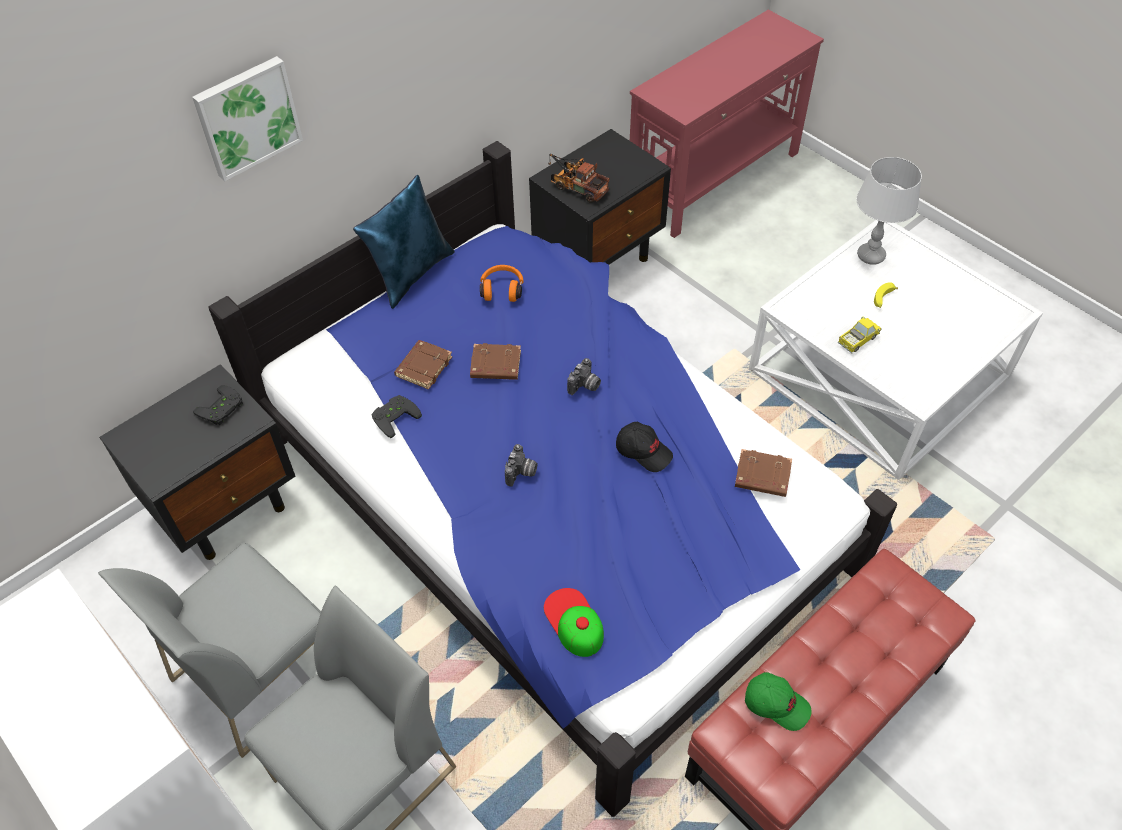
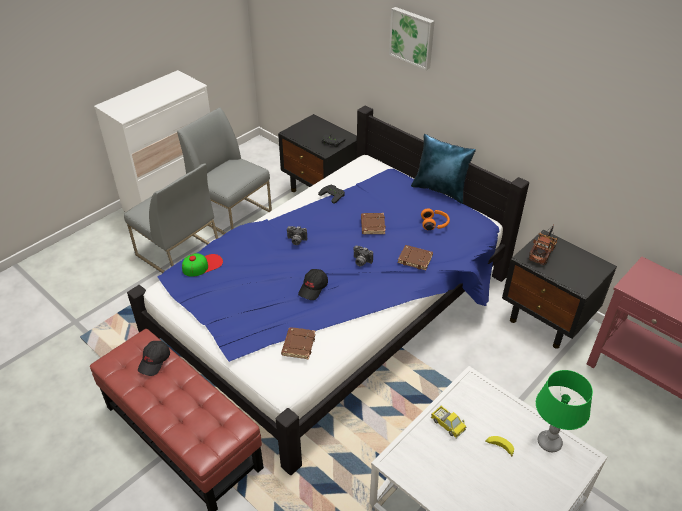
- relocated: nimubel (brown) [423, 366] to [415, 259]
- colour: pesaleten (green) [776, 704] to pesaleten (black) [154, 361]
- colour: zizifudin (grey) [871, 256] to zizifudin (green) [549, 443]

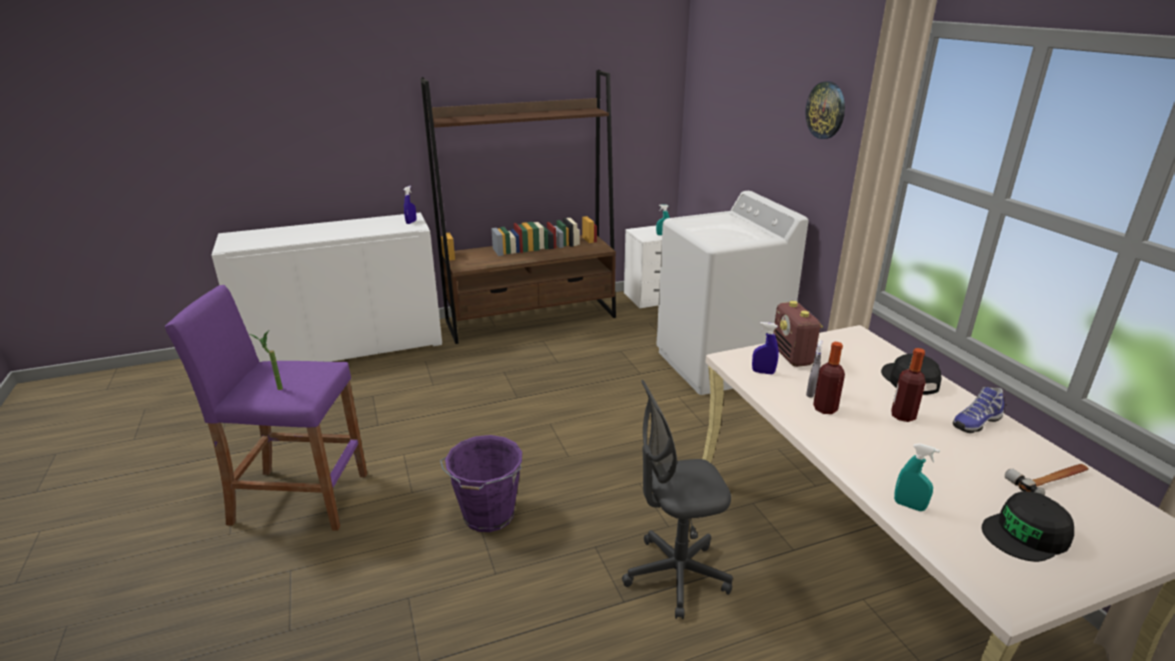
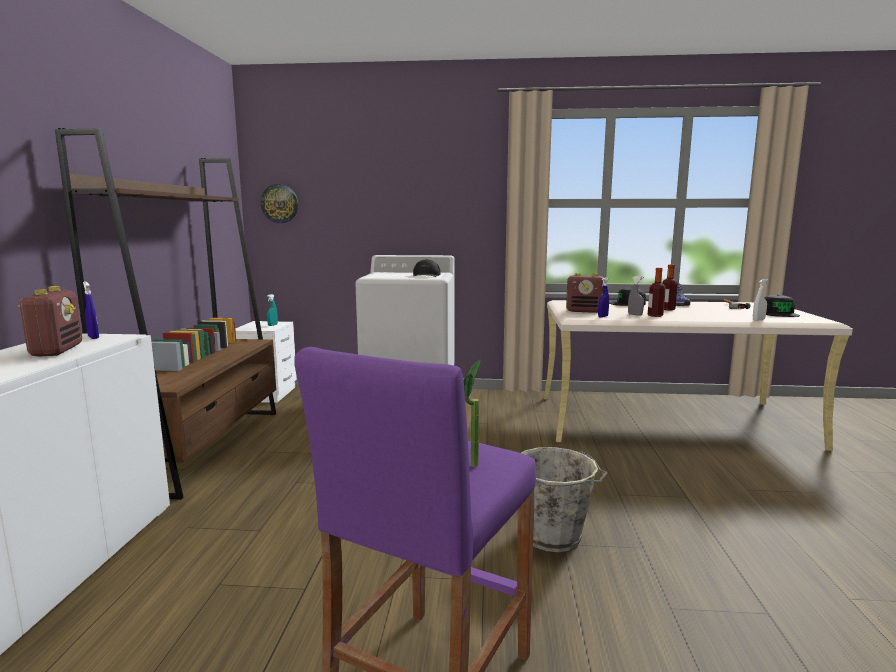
- colour: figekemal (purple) [488, 516] to figekemal (grey) [554, 537]
- missing: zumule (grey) [676, 575]
- relocated: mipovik [826, 110] to [279, 203]
- colour: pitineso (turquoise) [909, 506] to pitineso (white) [758, 320]
- appeared: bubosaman [57, 351]
- appeared: pesaleten (black) [426, 275]

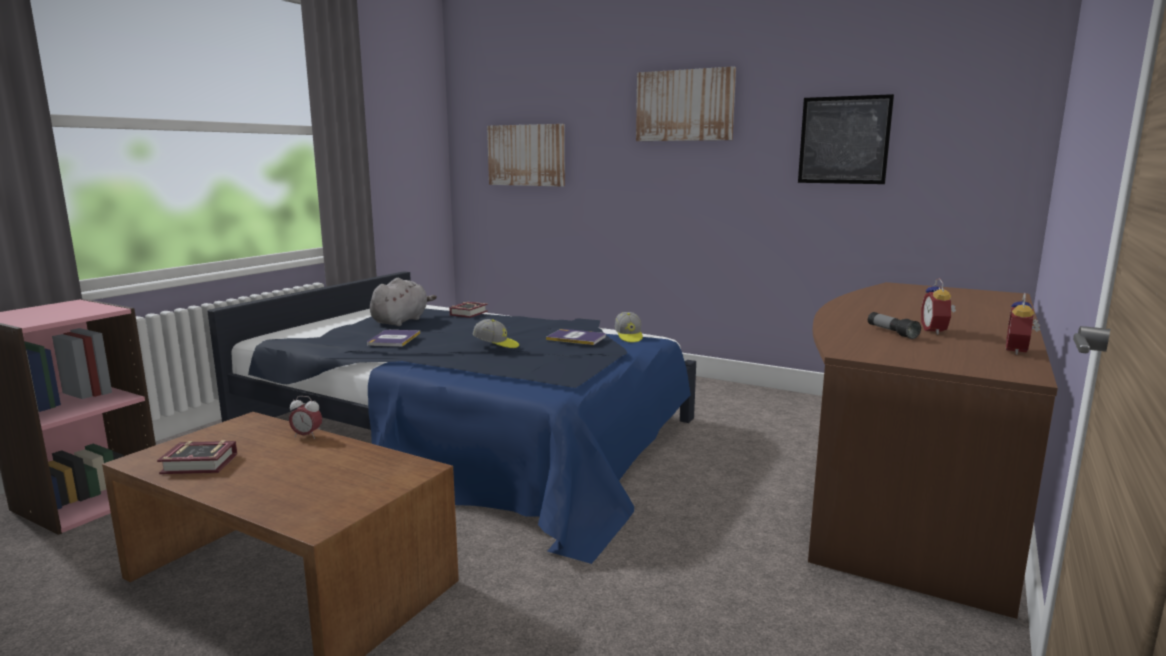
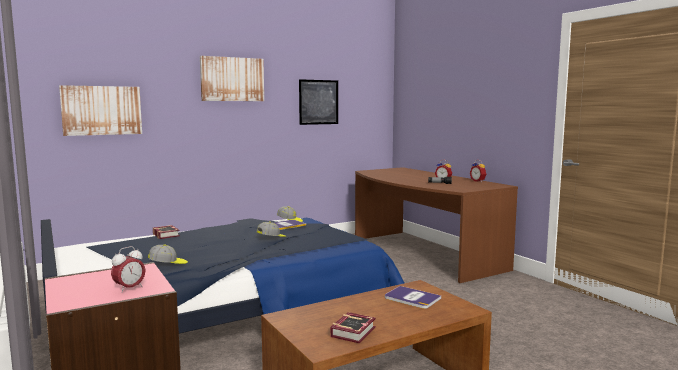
- relocated: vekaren [307, 436] to [129, 289]
- relocated: nimubel [393, 339] to [412, 298]
- missing: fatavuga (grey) [401, 321]
- appeared: pesaleten [168, 264]

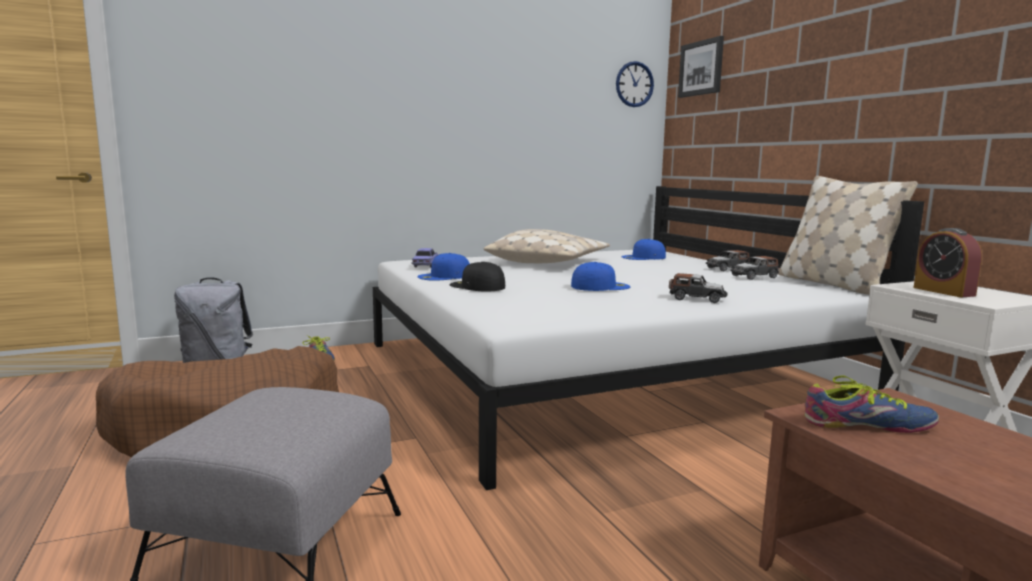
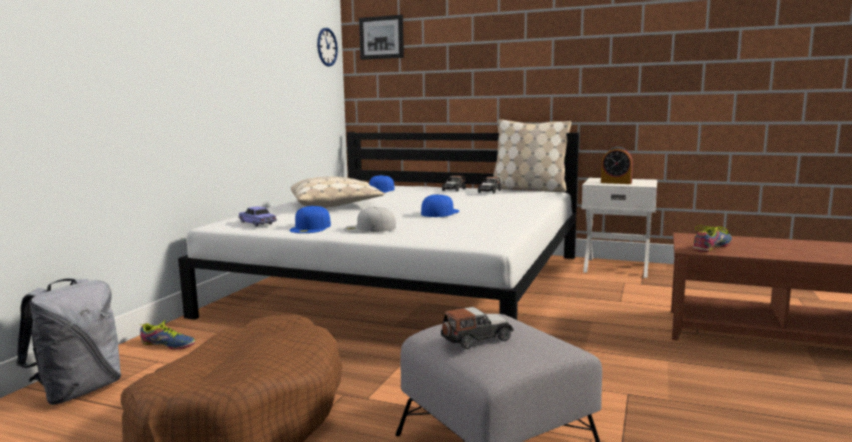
- colour: pesaleten (black) [476, 286] to pesaleten (white) [369, 228]
- relocated: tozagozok [697, 299] to [476, 338]

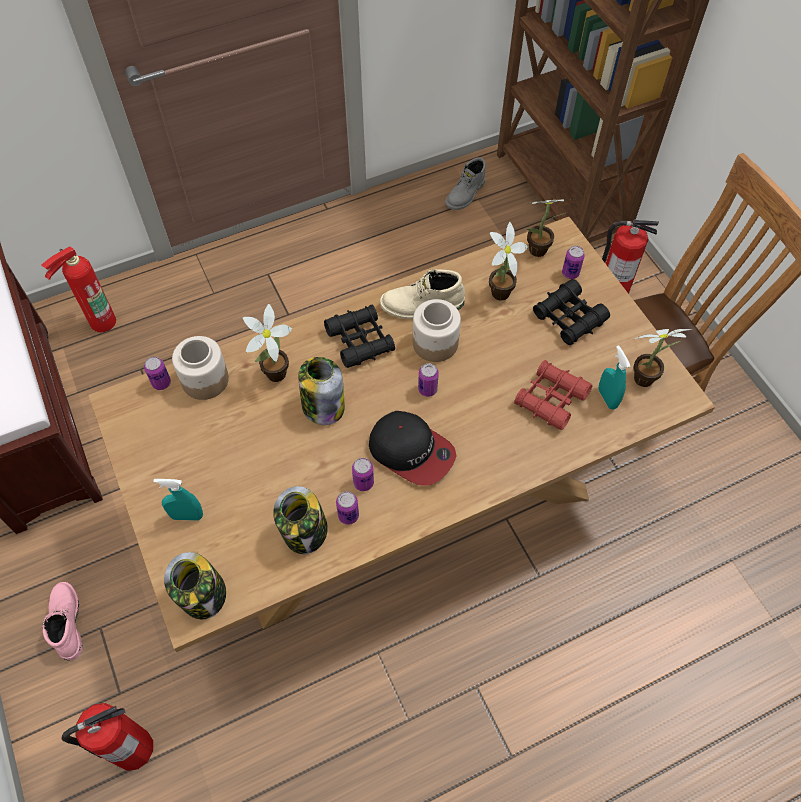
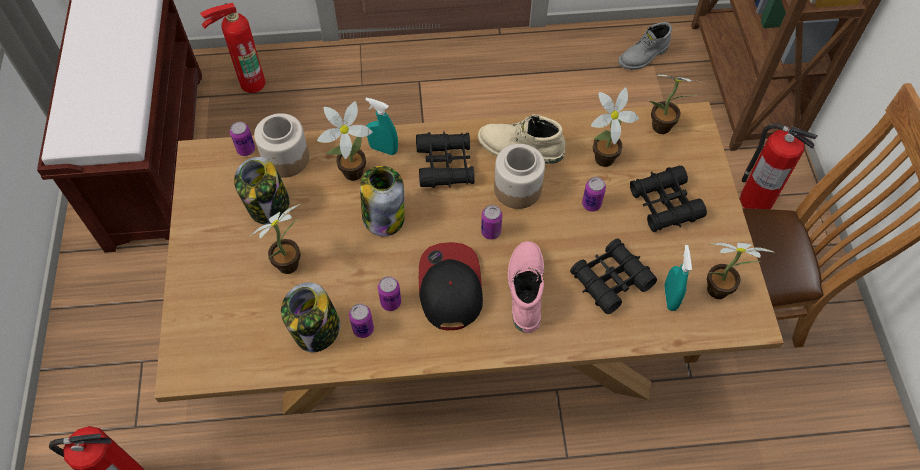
- relocated: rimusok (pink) [66, 622] to [524, 289]
- relocated: pitineso (turquoise) [187, 516] to [383, 149]
- relocated: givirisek [203, 595] to [268, 206]
- spun: pesaleten [411, 451] = [449, 287] 150 degrees counterclockwise
- colour: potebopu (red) [551, 399] to potebopu (black) [611, 280]
- relocated: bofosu [570, 273] to [591, 204]
- appeared: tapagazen [291, 263]

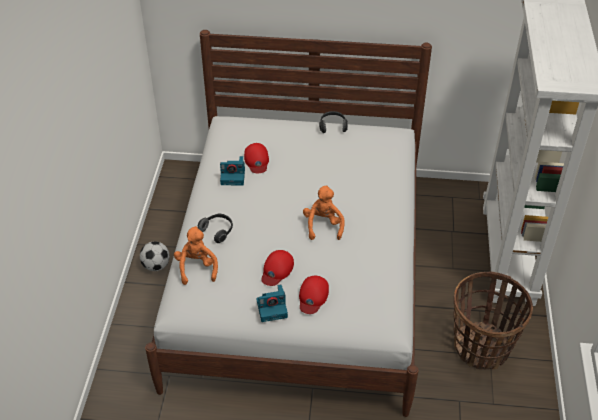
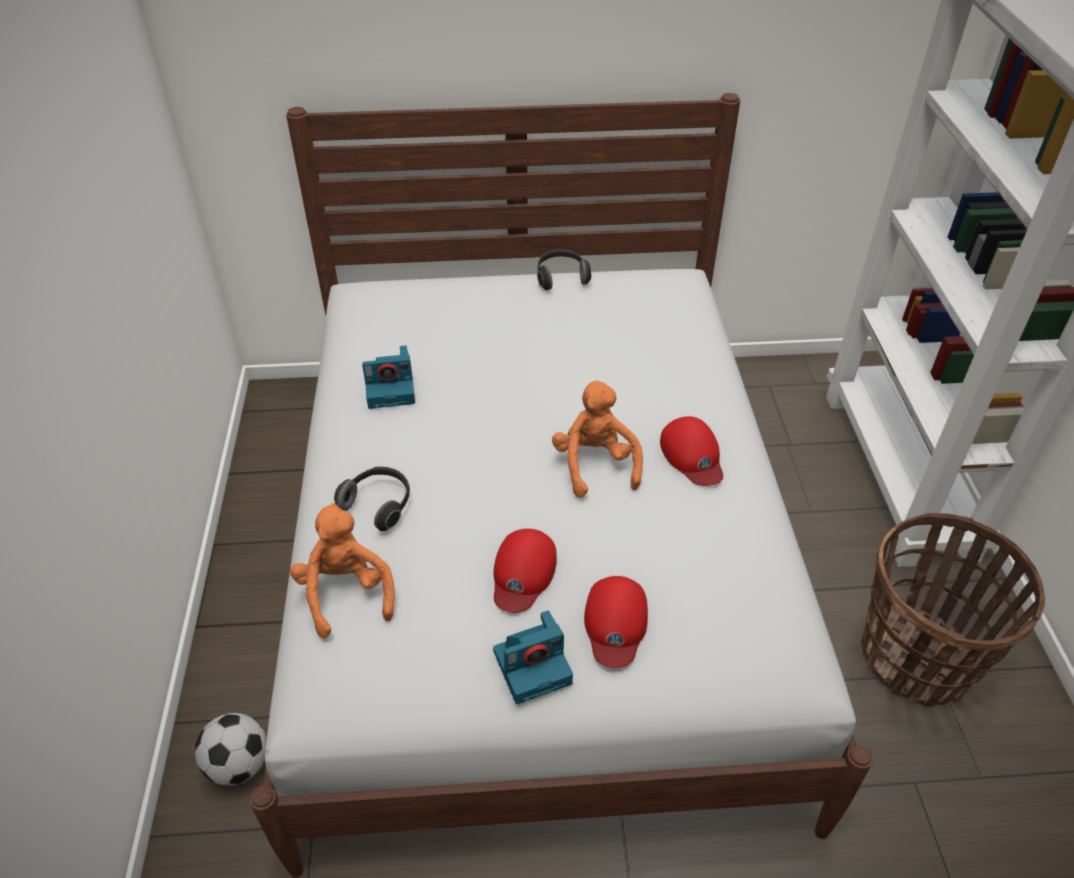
- relocated: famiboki [156, 266] to [238, 765]
- relocated: pesaleten (red) [257, 160] to [692, 455]

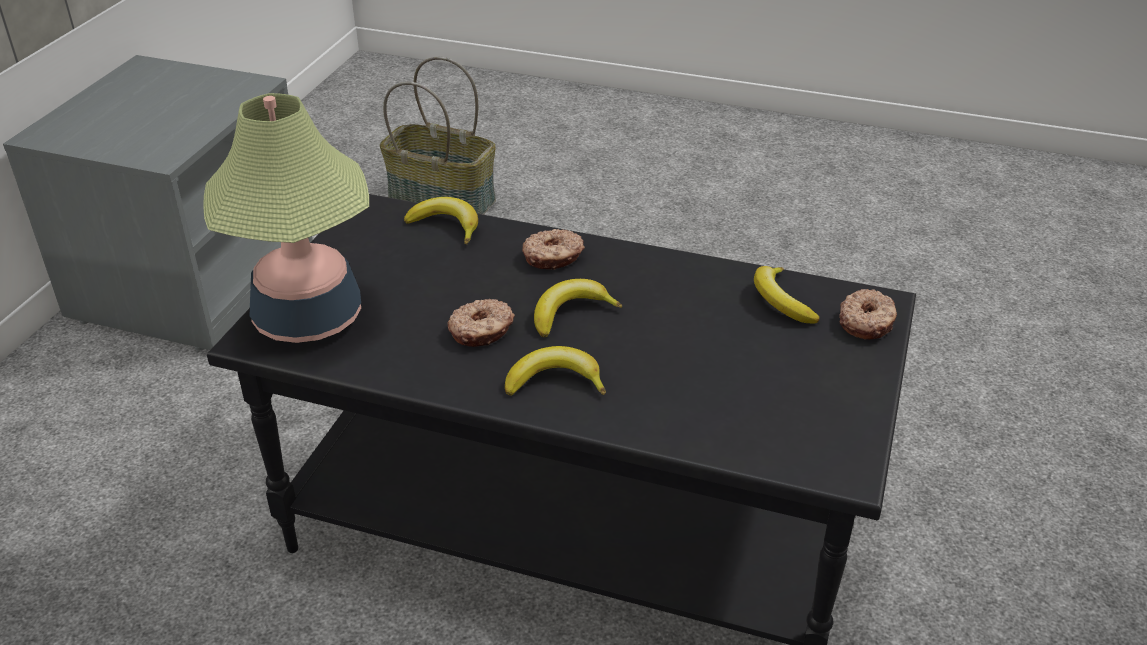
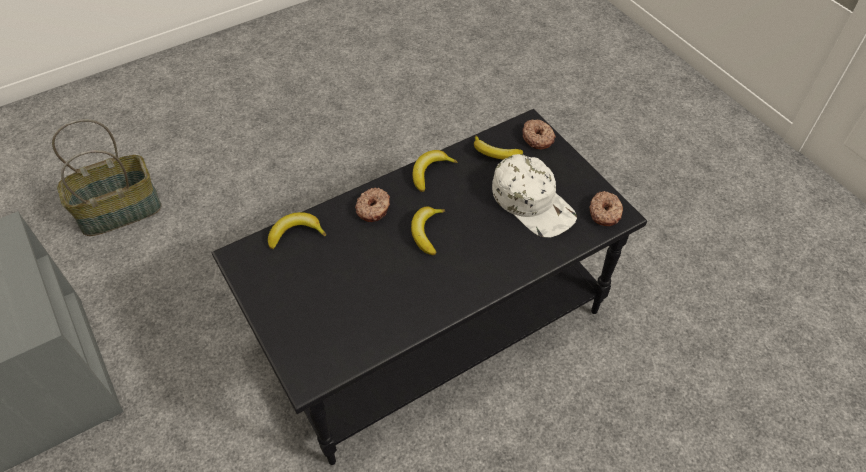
- missing: zizifudin [308, 318]
- relocated: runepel [482, 331] to [605, 212]
- relocated: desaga [555, 382] to [430, 172]
- appeared: pesaleten (white) [533, 202]

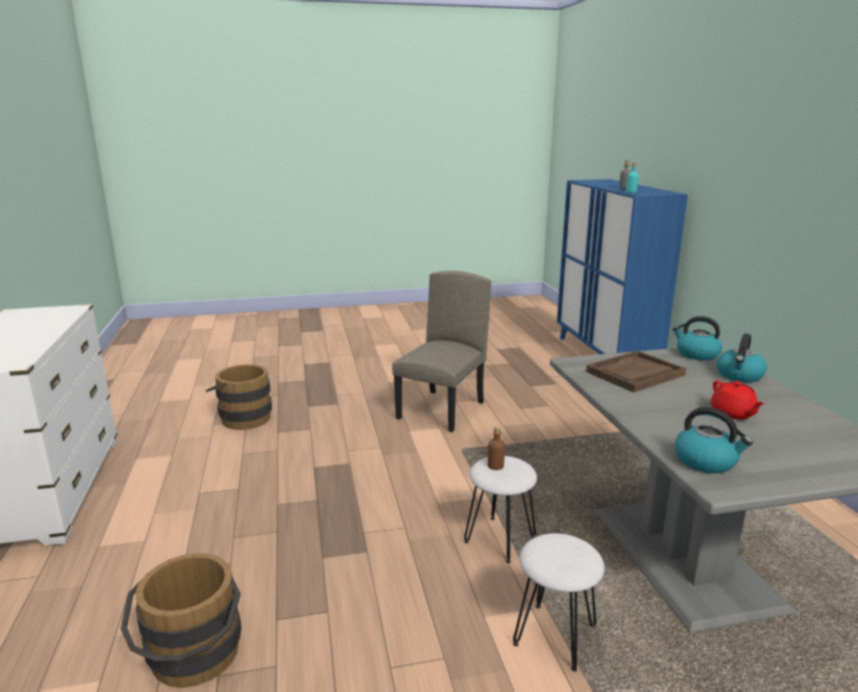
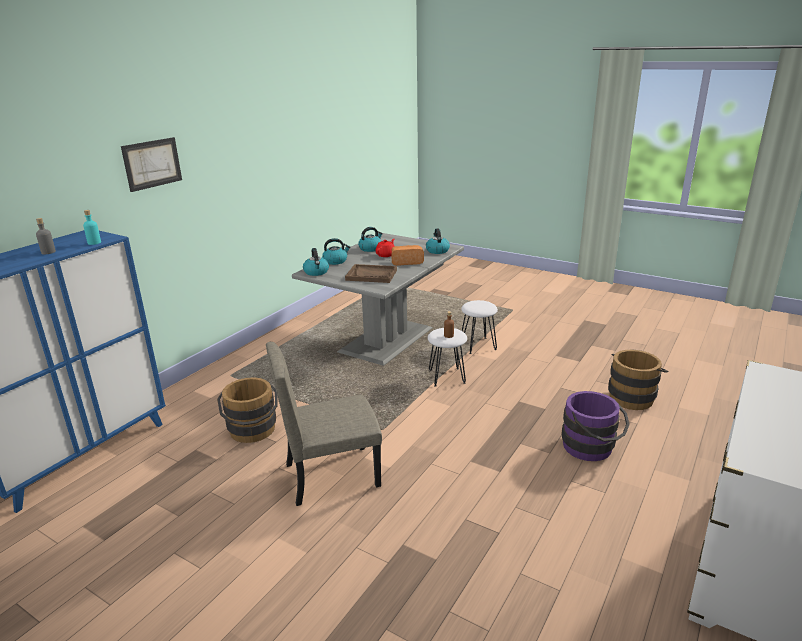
- relocated: figekemal (brown) [242, 418] to [253, 432]
- appeared: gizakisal [152, 163]
- appeared: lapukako [370, 248]
- appeared: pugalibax [406, 262]
- appeared: figekemal (purple) [591, 448]

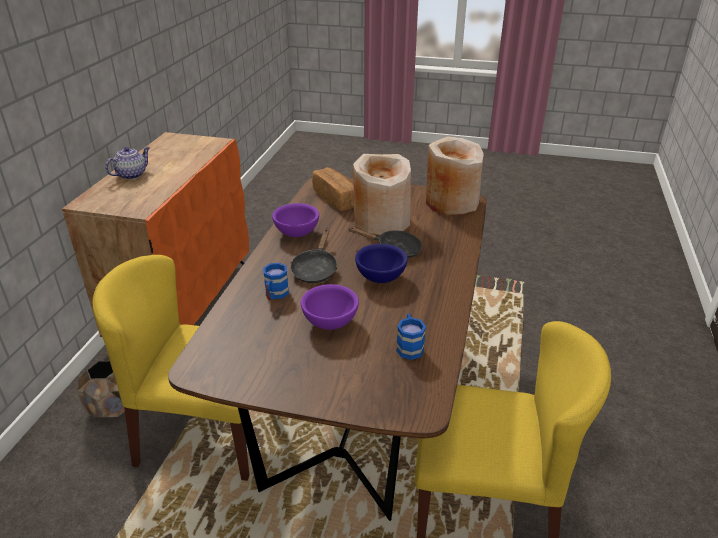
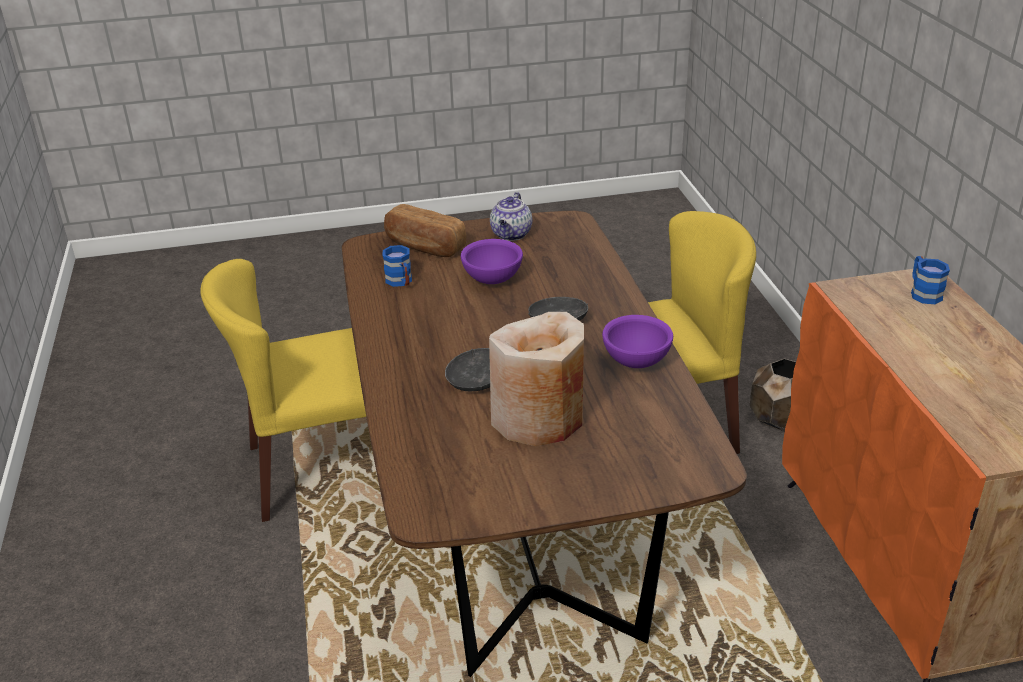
- relocated: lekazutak [132, 174] to [511, 235]
- relocated: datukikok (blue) [275, 295] to [923, 292]
- relocated: pugalibax [337, 199] to [424, 246]
- missing: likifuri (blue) [380, 278]
- missing: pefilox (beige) [451, 202]

